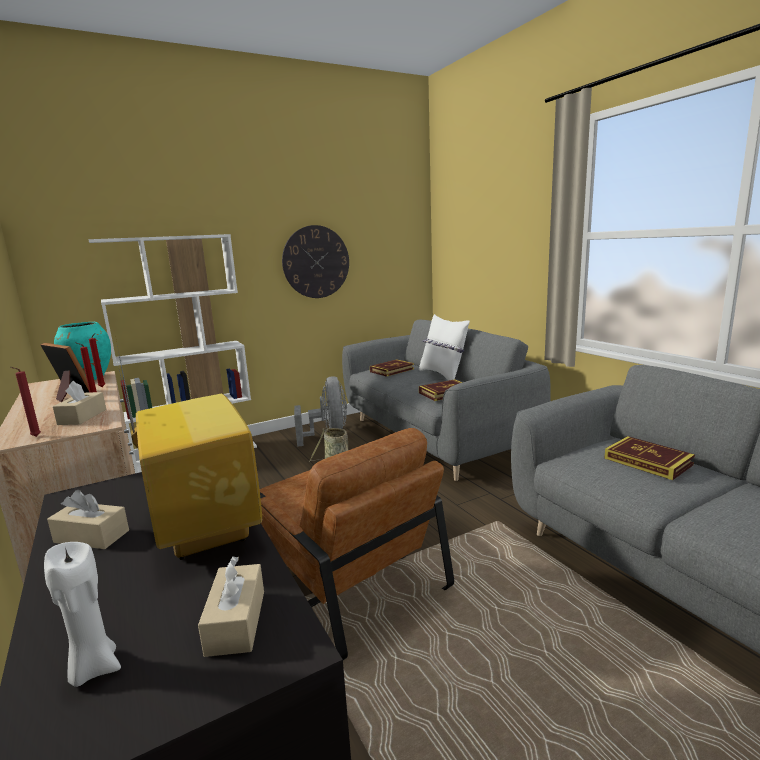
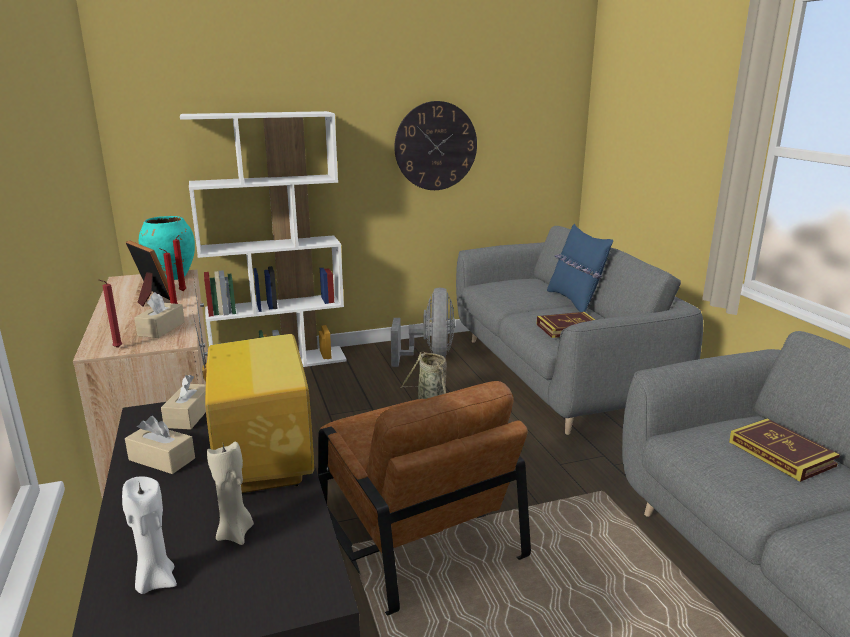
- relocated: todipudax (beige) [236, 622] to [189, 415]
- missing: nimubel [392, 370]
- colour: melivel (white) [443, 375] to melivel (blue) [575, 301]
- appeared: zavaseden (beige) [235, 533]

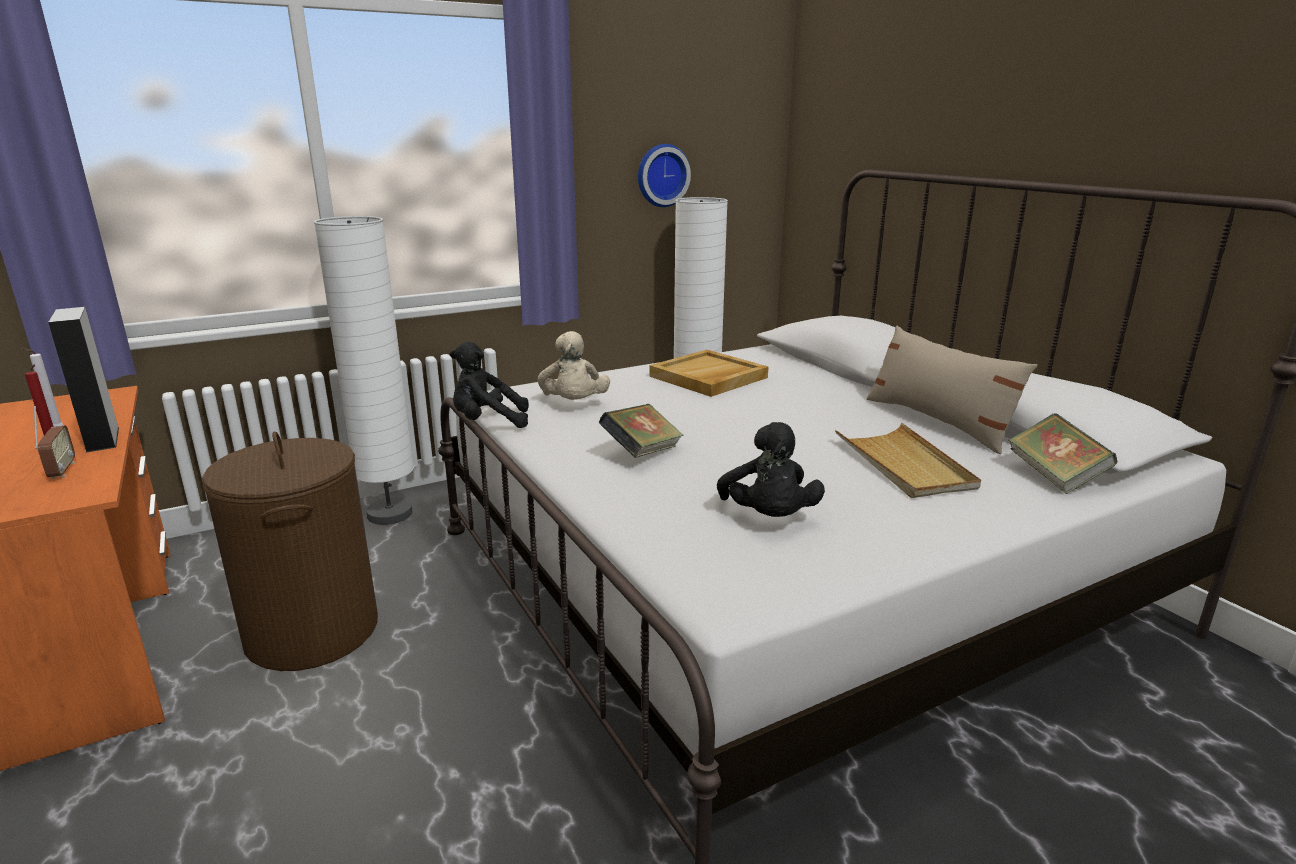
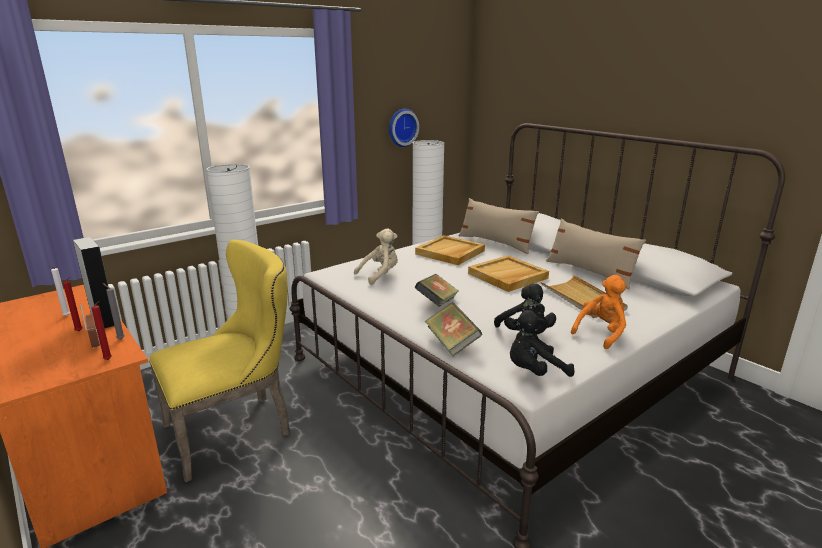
- exchanged: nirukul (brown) [313, 631] to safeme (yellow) [236, 429]
- relocated: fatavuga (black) [488, 422] to [534, 371]
- spun: fatavuga (beige) [574, 404] = [380, 275] 105 degrees counterclockwise
- relocated: nimubel [1055, 476] to [452, 343]
- appeared: zavaseden (red) [109, 360]
- appeared: zavaseden (grey) [120, 339]
- appeared: melivel (beige) [495, 243]
- appeared: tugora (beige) [507, 276]
- appeared: fatavuga (orange) [601, 333]

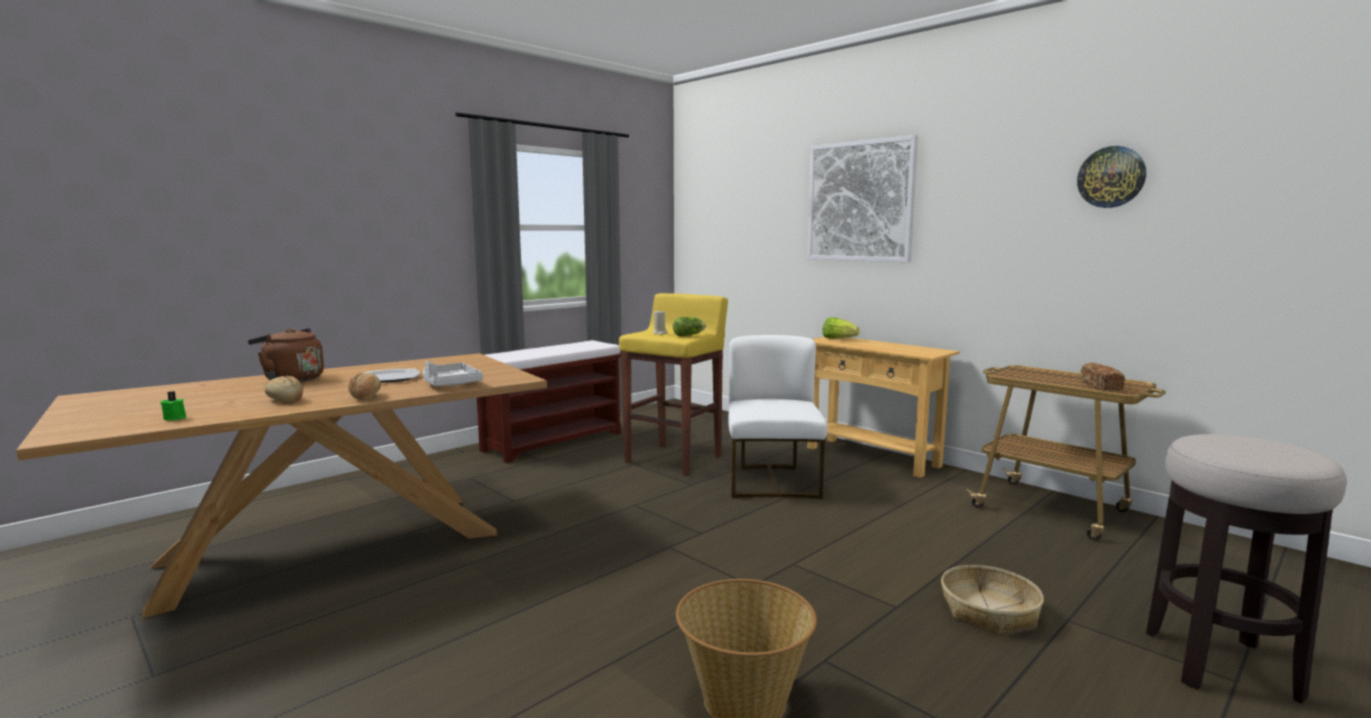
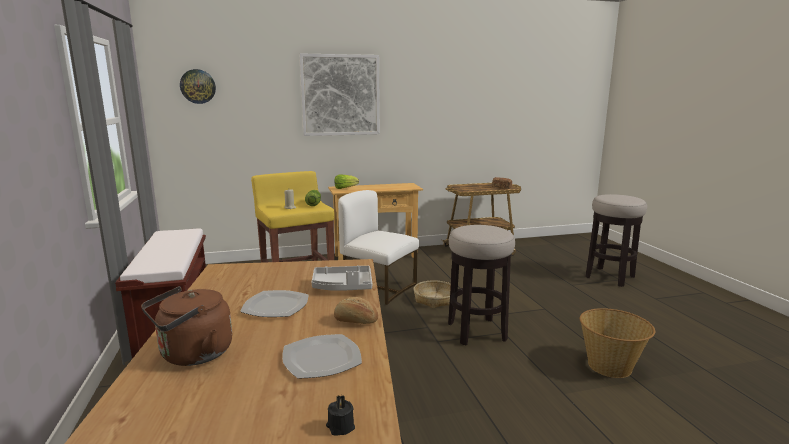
- colour: zavaseden (green) [175, 418] to zavaseden (black) [340, 427]
- exchanged: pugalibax [285, 400] to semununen [321, 359]
- relocated: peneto [989, 610] to [434, 299]
- relocated: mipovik [1111, 177] to [198, 86]
- appeared: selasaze [477, 331]

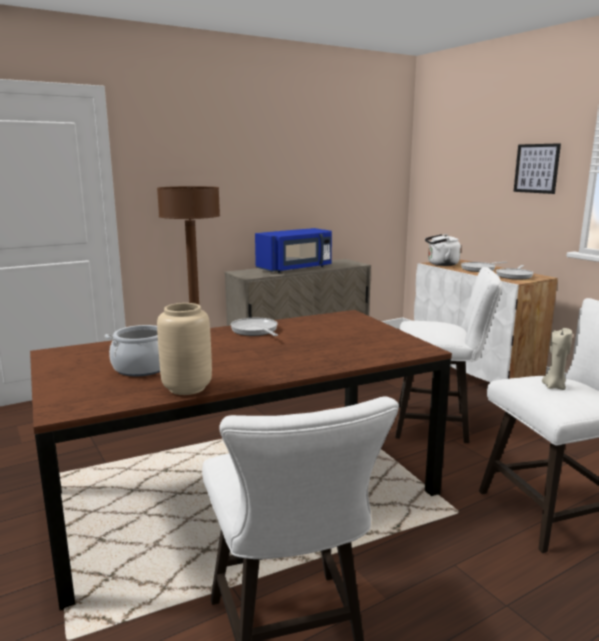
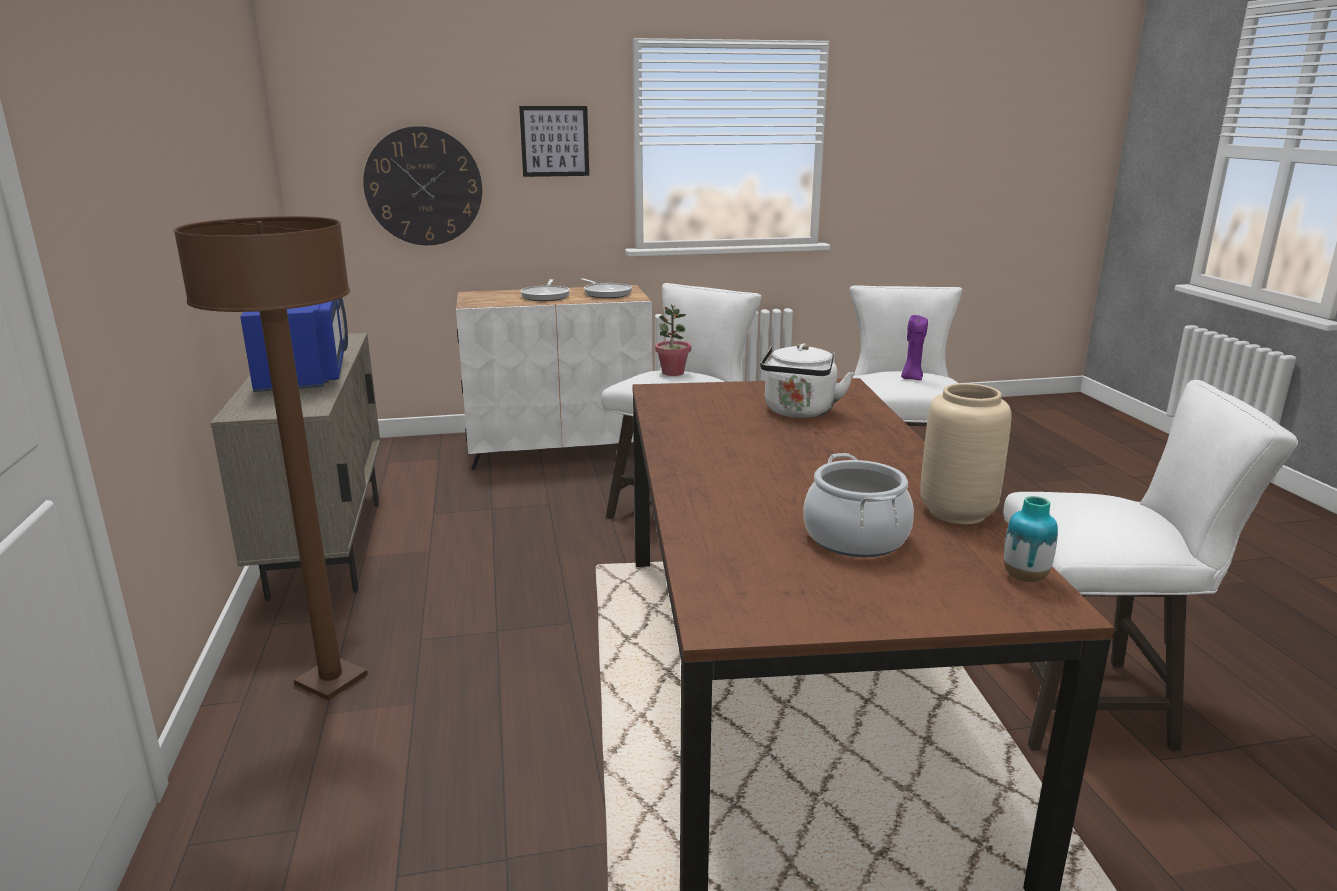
- missing: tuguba [255, 331]
- relocated: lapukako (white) [441, 264] to [799, 412]
- colour: zavaseden (beige) [554, 386] to zavaseden (purple) [911, 378]
- appeared: mipovik [423, 186]
- appeared: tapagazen [673, 373]
- appeared: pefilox [1025, 577]

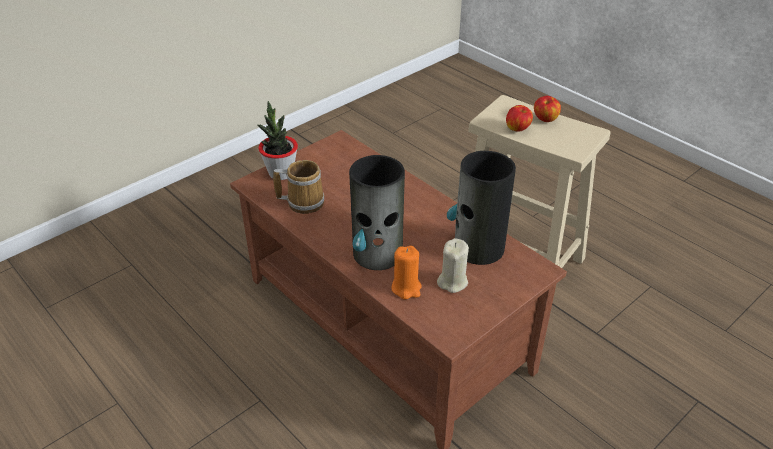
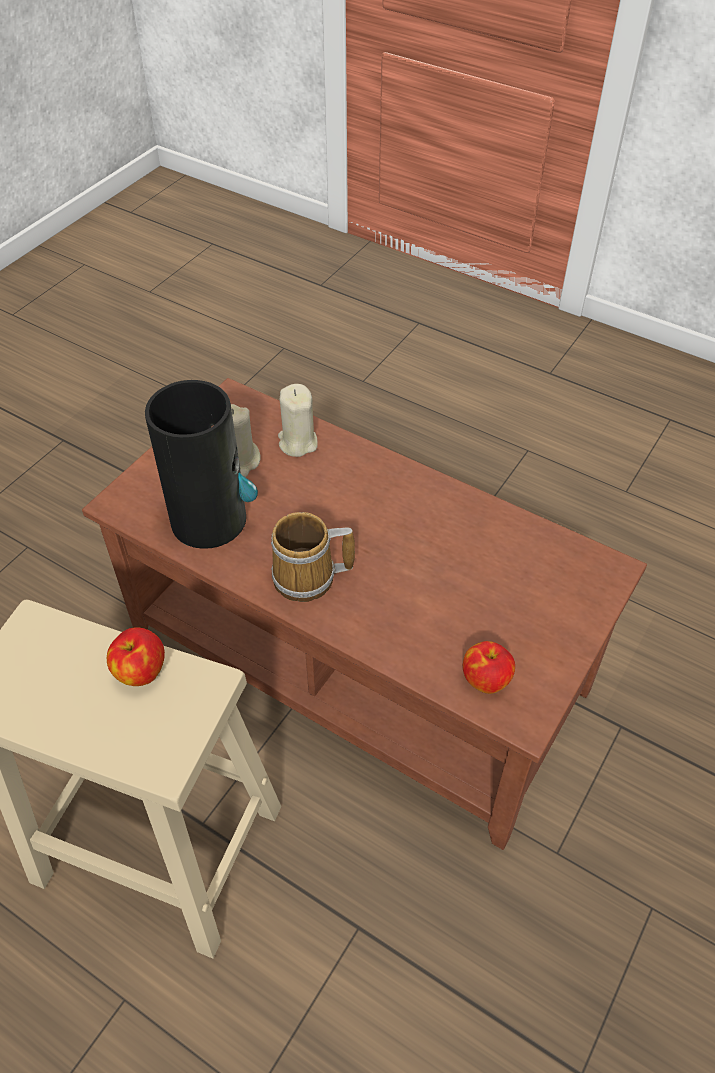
- missing: tapagazen [281, 173]
- relocated: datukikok [303, 201] to [308, 578]
- missing: pefilox [378, 253]
- colour: zavaseden (orange) [406, 288] to zavaseden (beige) [297, 442]
- relocated: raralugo [545, 119] to [486, 679]

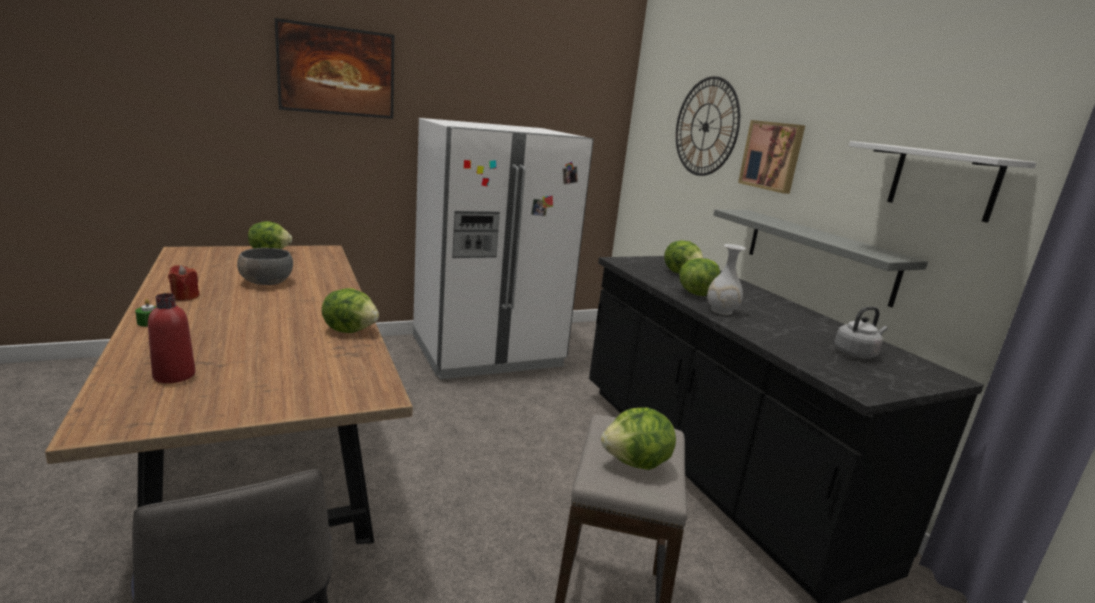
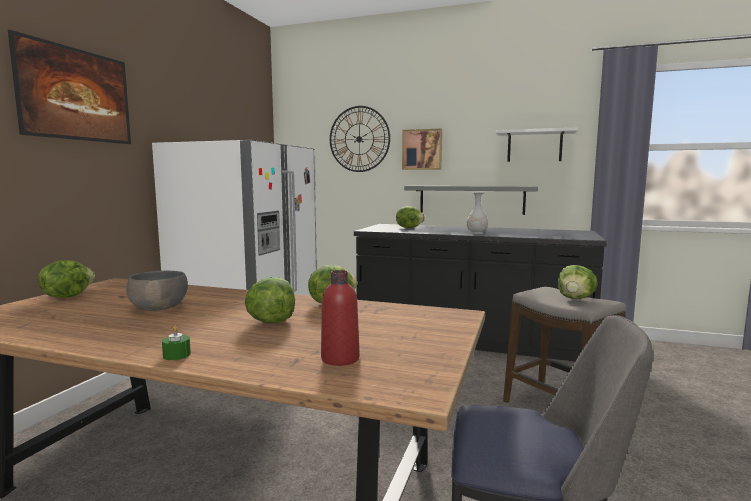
- missing: zavaseden (red) [185, 297]
- relocated: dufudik [696, 293] to [271, 321]
- missing: lapukako (grey) [856, 353]

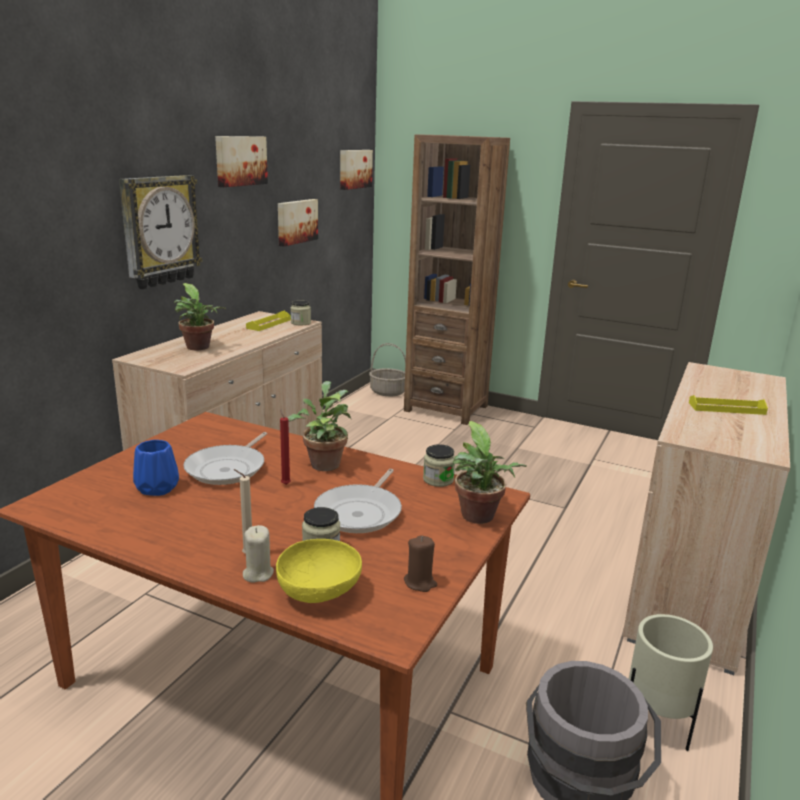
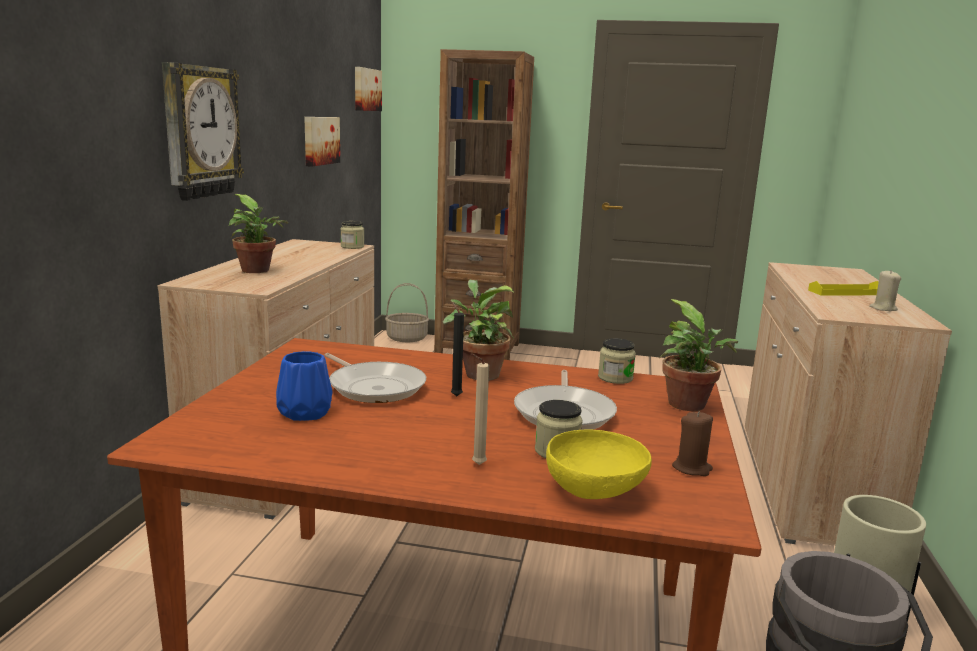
- spun: tuguba [228, 468] = [374, 387] 45 degrees counterclockwise
- missing: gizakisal [240, 160]
- relocated: zavaseden (beige) [258, 573] to [883, 308]
- missing: tugora (yellow) [268, 324]
- colour: zavaseden (red) [285, 484] to zavaseden (black) [455, 395]

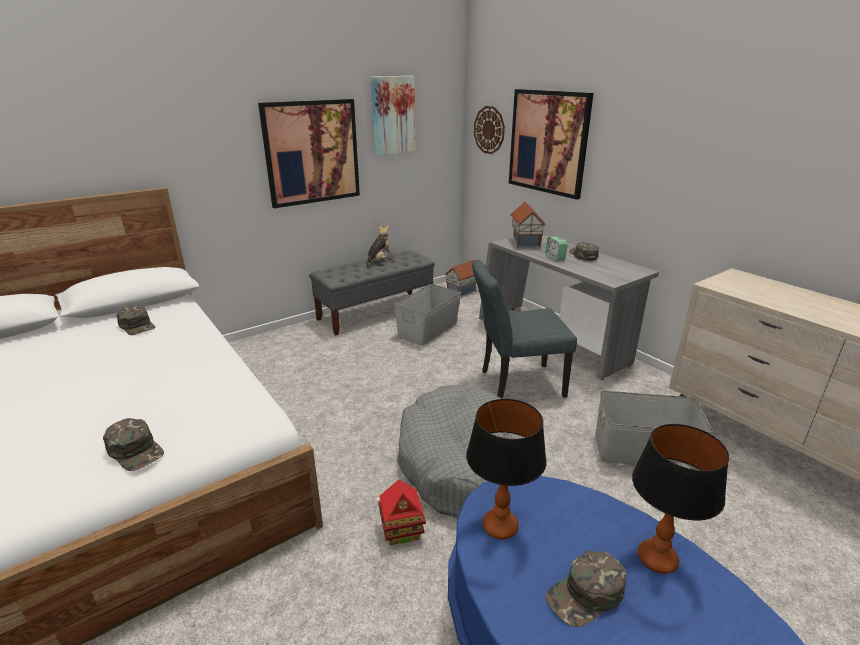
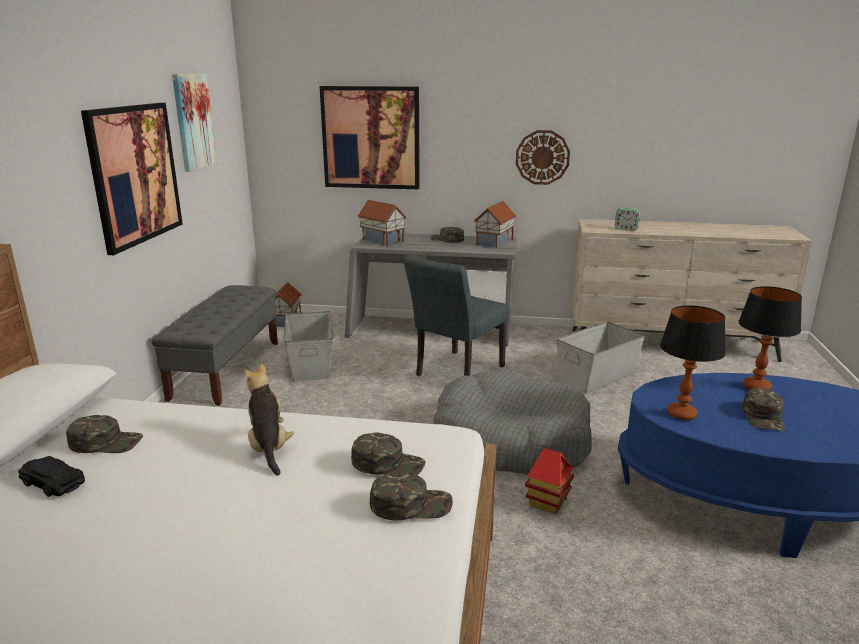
- relocated: fatavuga [379, 261] to [269, 447]
- relocated: mipovik [489, 130] to [542, 157]
- relocated: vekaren [555, 257] to [626, 229]
- appeared: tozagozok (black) [52, 481]
- appeared: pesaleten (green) [388, 463]
- appeared: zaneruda [495, 242]

